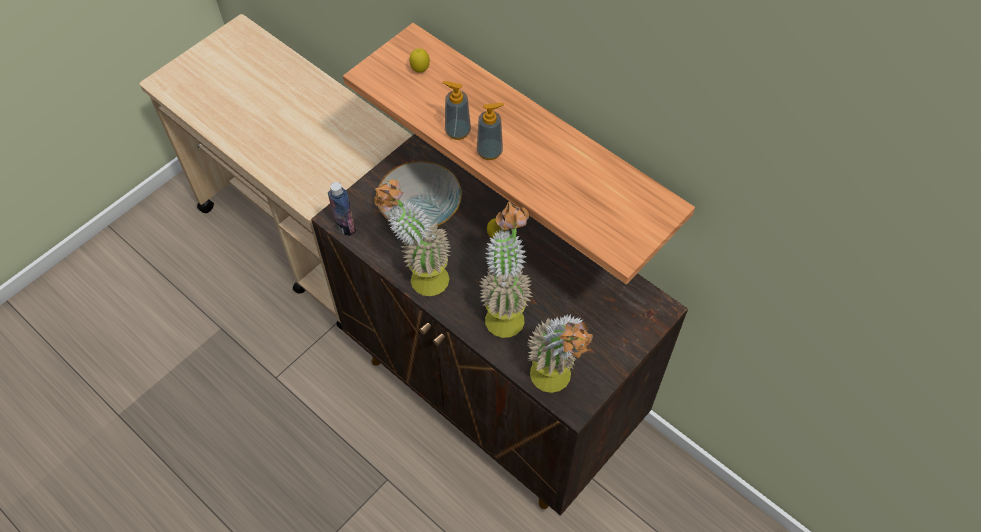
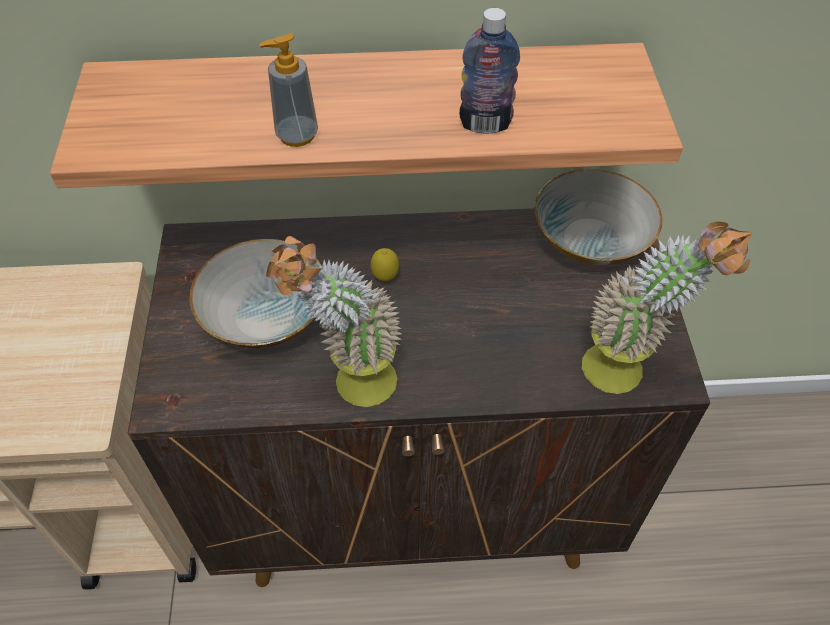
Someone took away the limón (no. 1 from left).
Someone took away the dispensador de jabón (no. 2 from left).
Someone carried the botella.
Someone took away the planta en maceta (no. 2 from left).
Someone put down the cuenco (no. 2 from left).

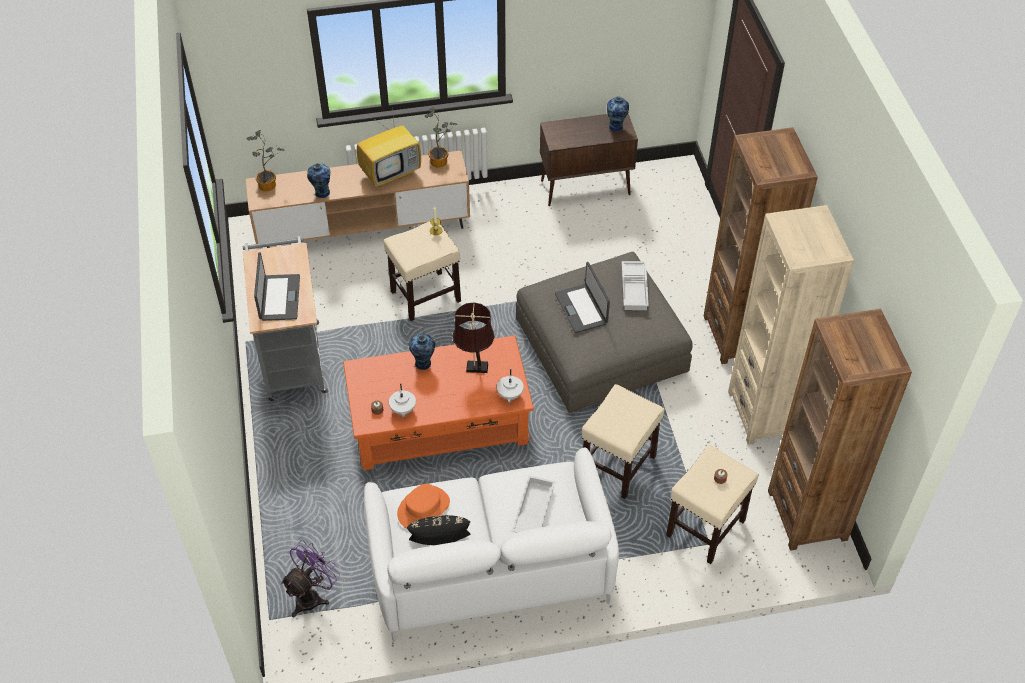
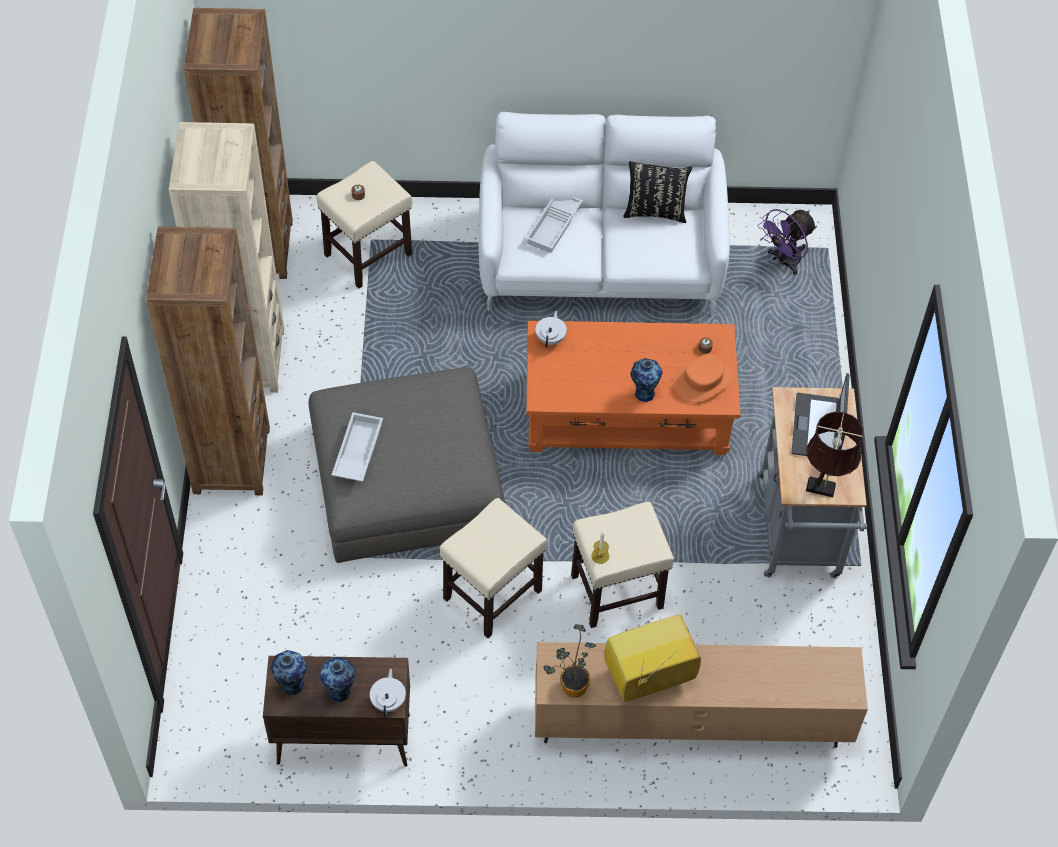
Someone took away the planta en maceta (no. 1 from left).
Someone carried the florero (no. 1 from left in the first image).
Someone took away the portátil (no. 2 from left).
Someone carried the lámpara de mesa (marrón).
Someone carried the tetera (blanco) (no. 1 from left).
Someone carried the taburete (beis) (no. 2 from left).
Someone carried the sombrero (naranja).

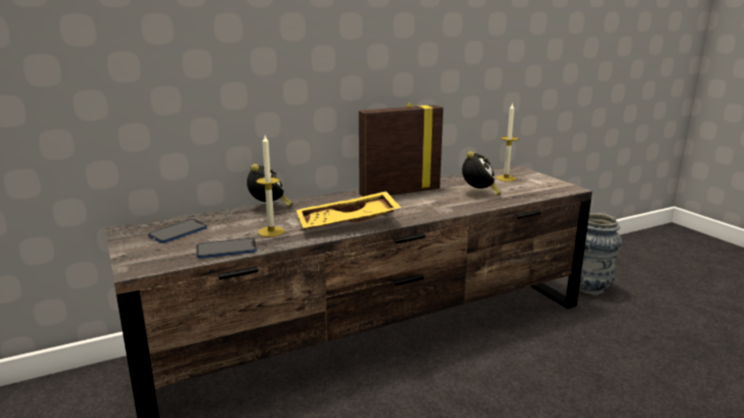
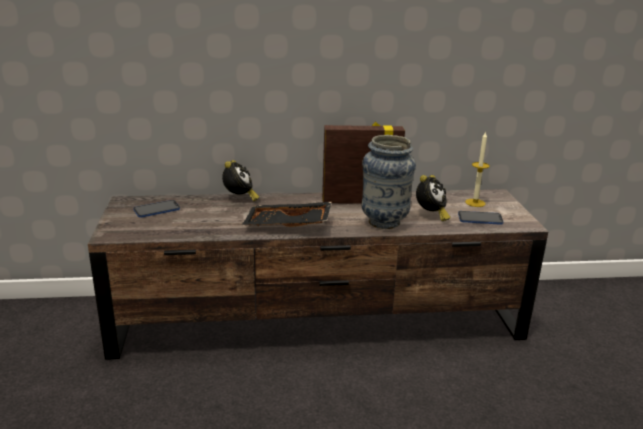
Someone took away the vela (no. 1 from left).
Someone repainted the bandeja (amarillo), which became the bandeja (negro).
Someone carried the florero.
Someone carried the móvil (no. 2 from left).

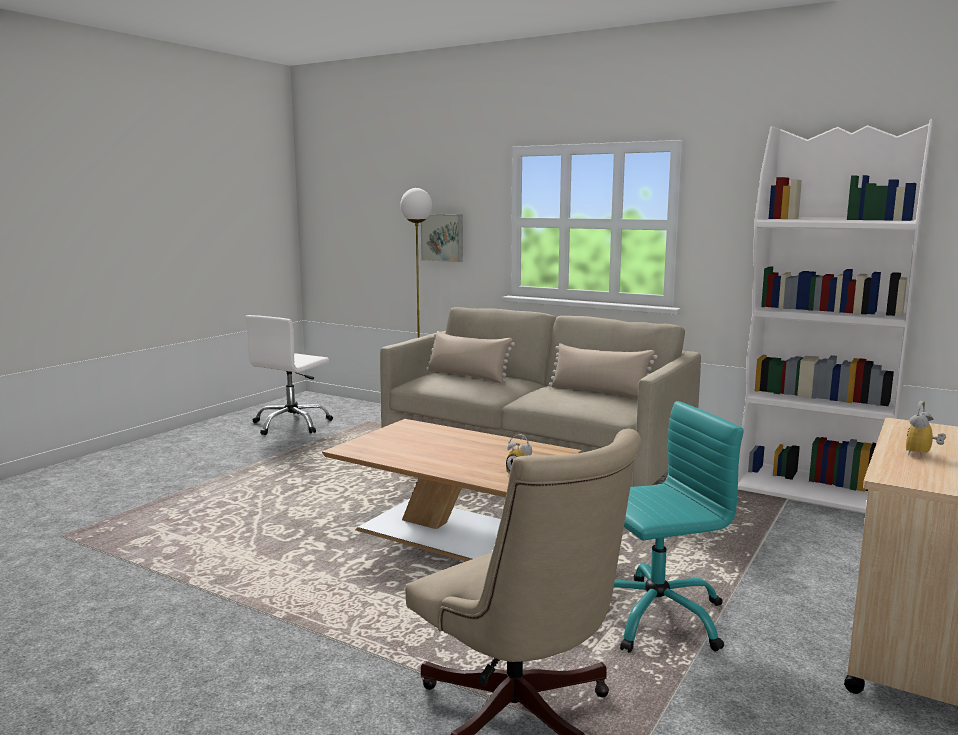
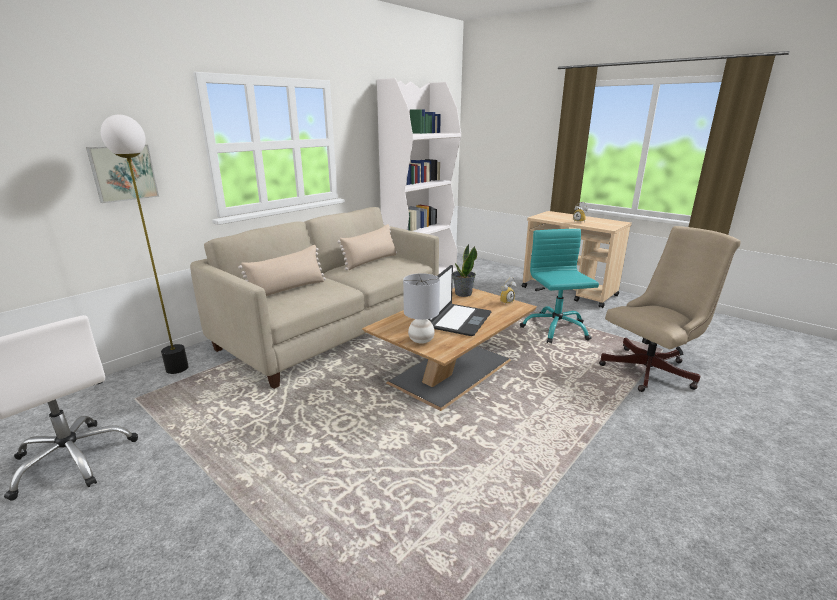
Someone put down the planta en maceta.
Someone put down the portátil.
Someone put down the lámpara de mesa (gris).

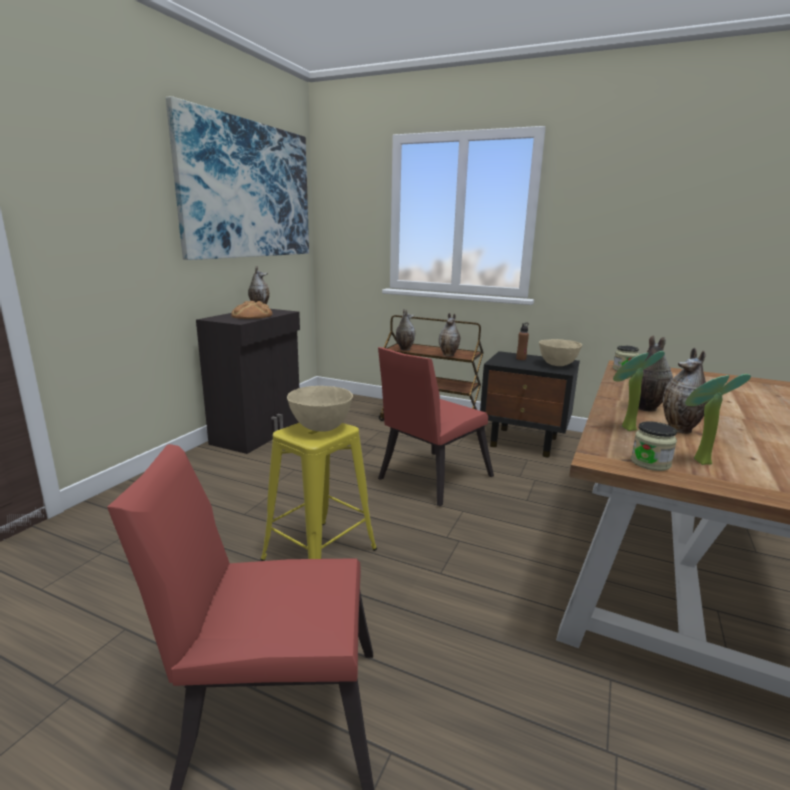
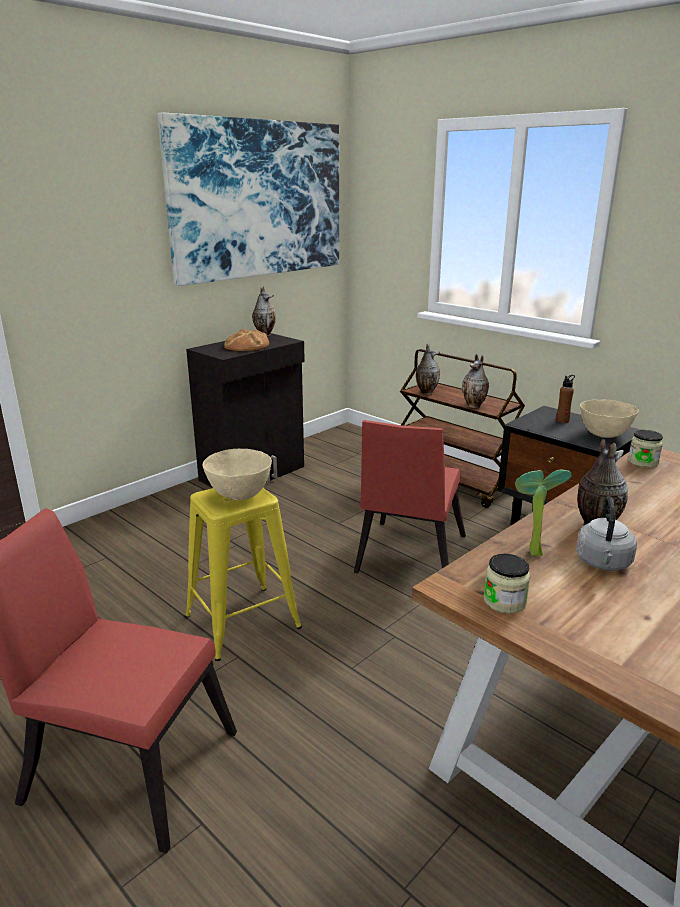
Someone rotated the silla (rojo) (no. 2 from left) by 45 degrees counterclockwise.
Someone swapped the florero (no. 5 from left) for the hervidor (gris).
Someone took away the planta en maceta (no. 2 from left).

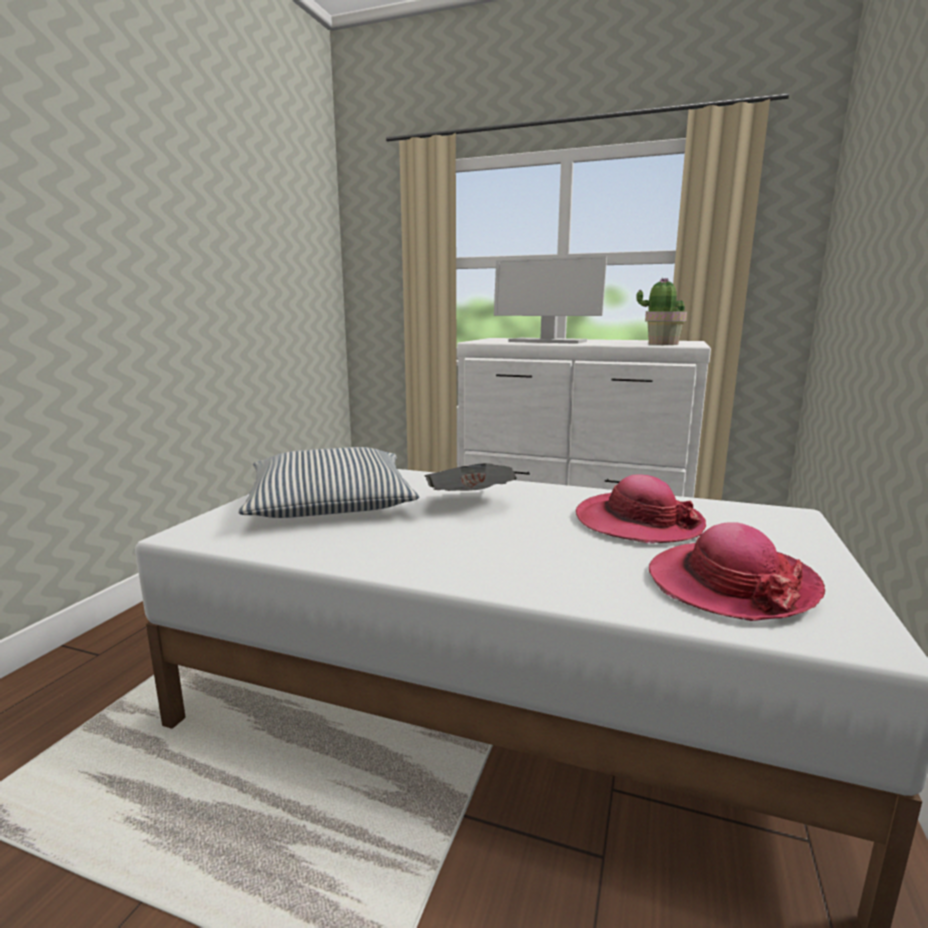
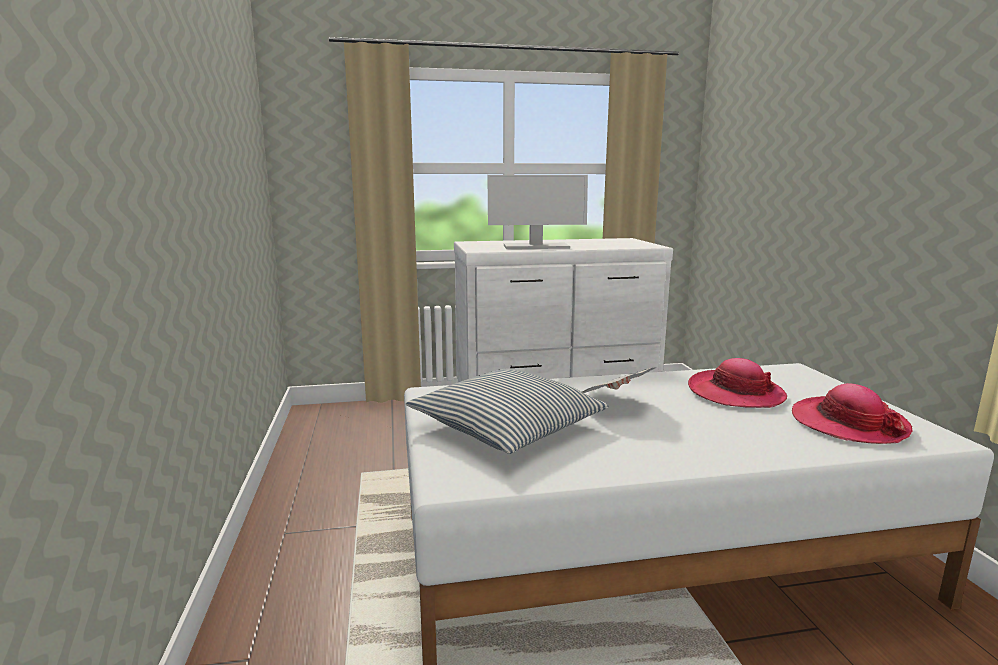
Someone took away the planta en maceta.

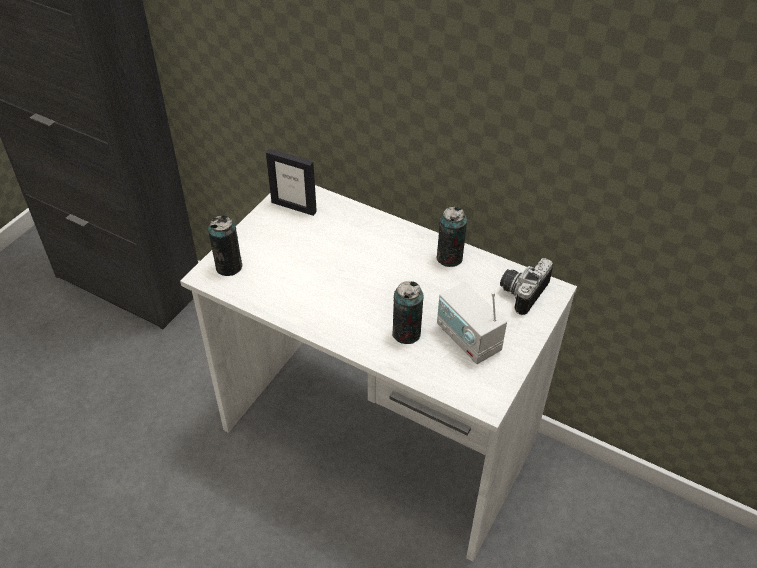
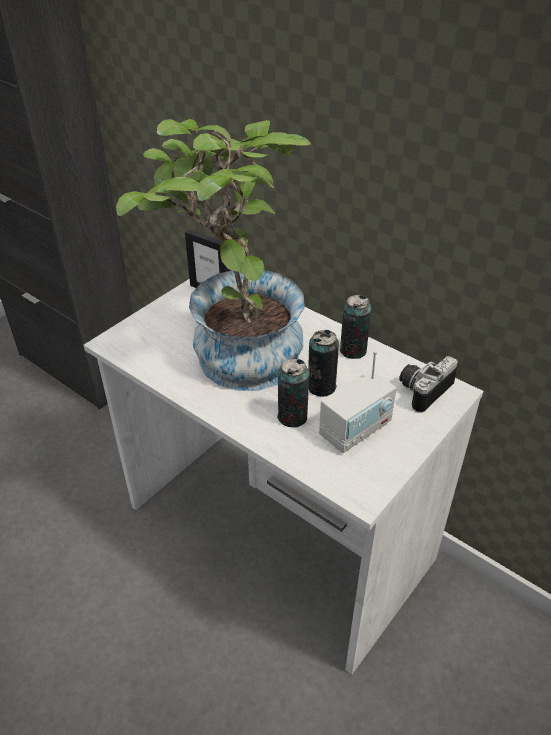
Someone carried the lata (no. 1 from left in the first image).
Someone rotated the radio by 105 degrees counterclockwise.
Someone put down the planta en maceta.

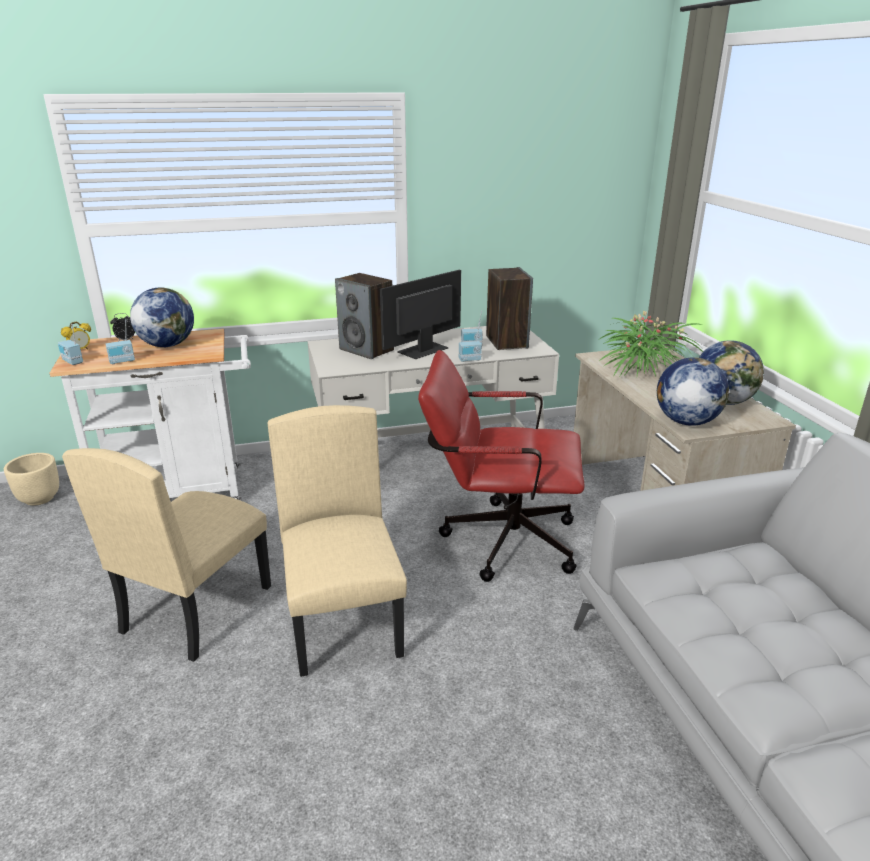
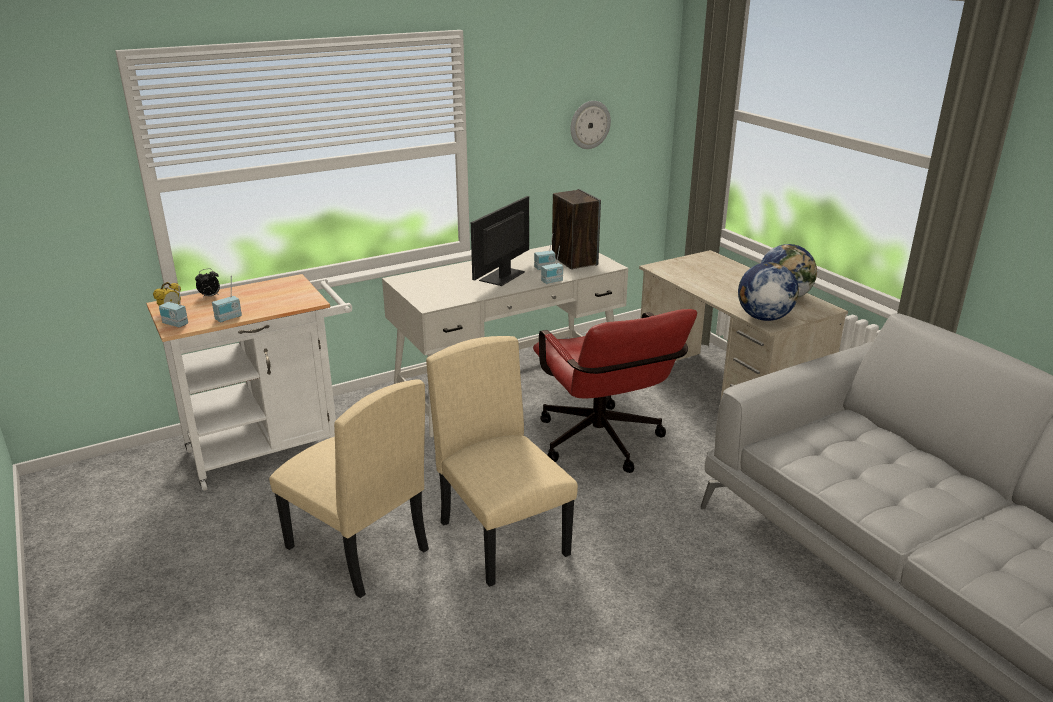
Someone took away the altavoz (no. 1 from left).
Someone took away the globo terráqueo (no. 1 from left).
Someone took away the planta en maceta.
Someone rotated the silla de oficina (rojo) by 105 degrees counterclockwise.
Someone rotated the silla (beis) (no. 1 from left) by 60 degrees counterclockwise.
Someone took away the maceta (beis).
Someone put up the reloj de pared.

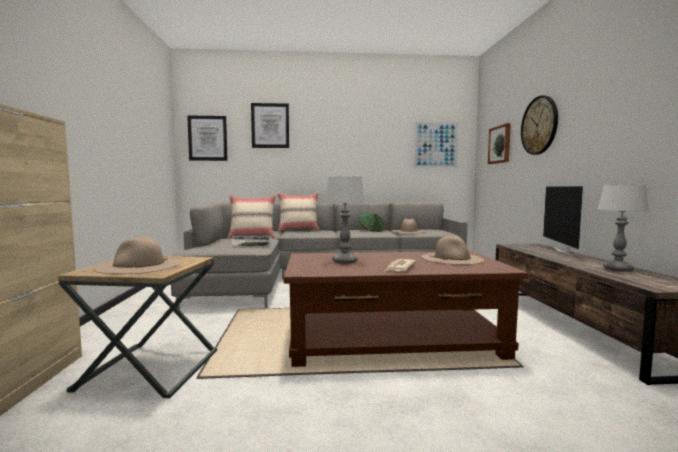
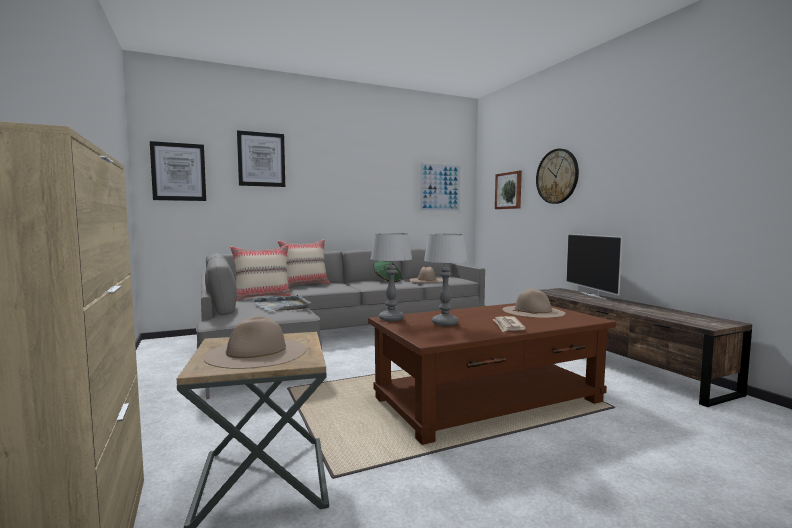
Someone carried the lámpara de mesa (no. 2 from left in the first image).

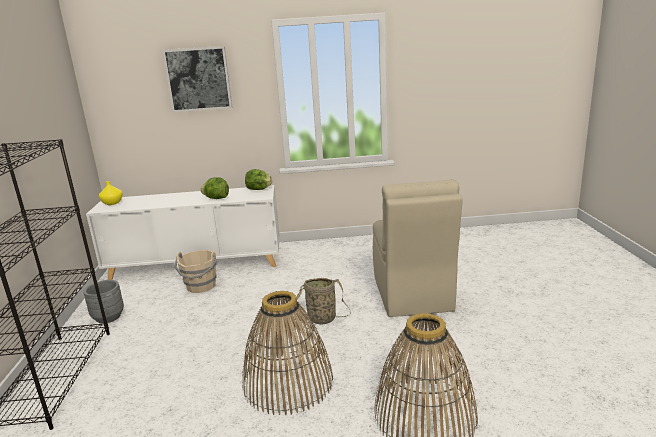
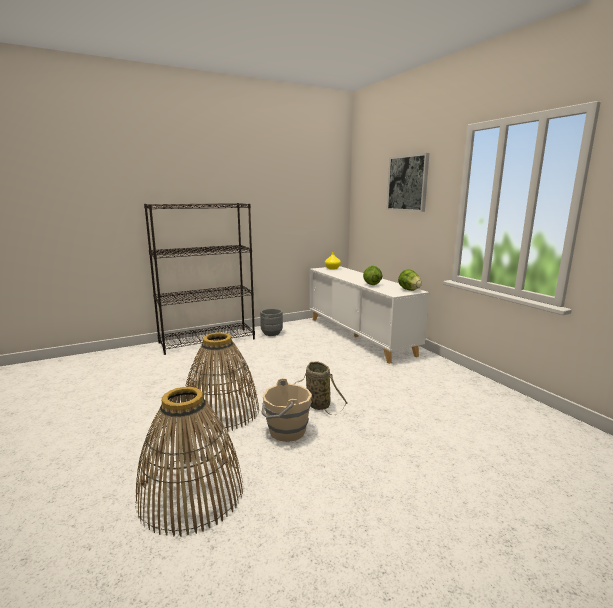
Someone took away the silla (beis).
Someone carried the cubo (beis).

